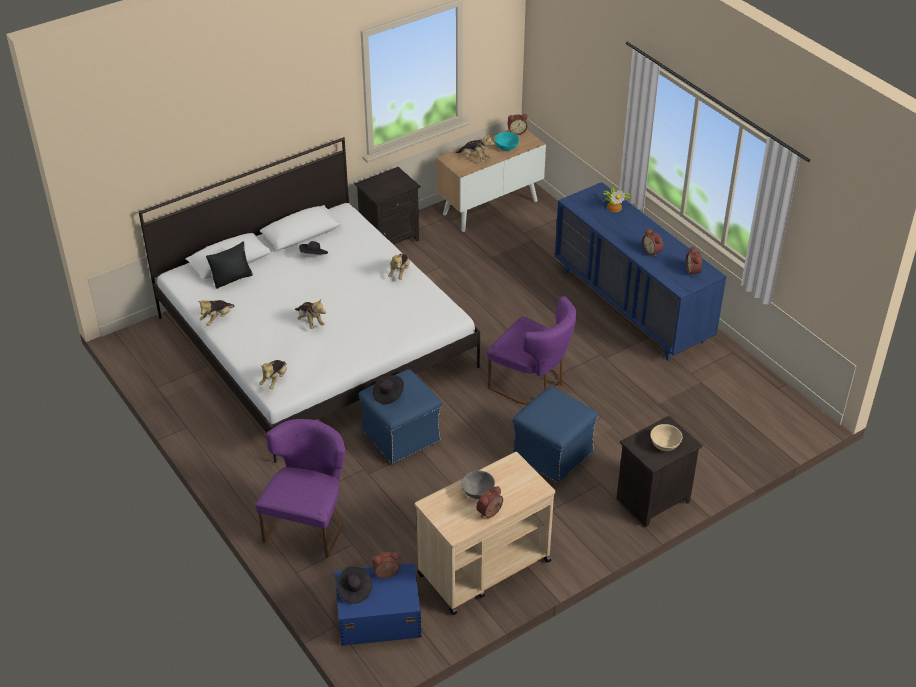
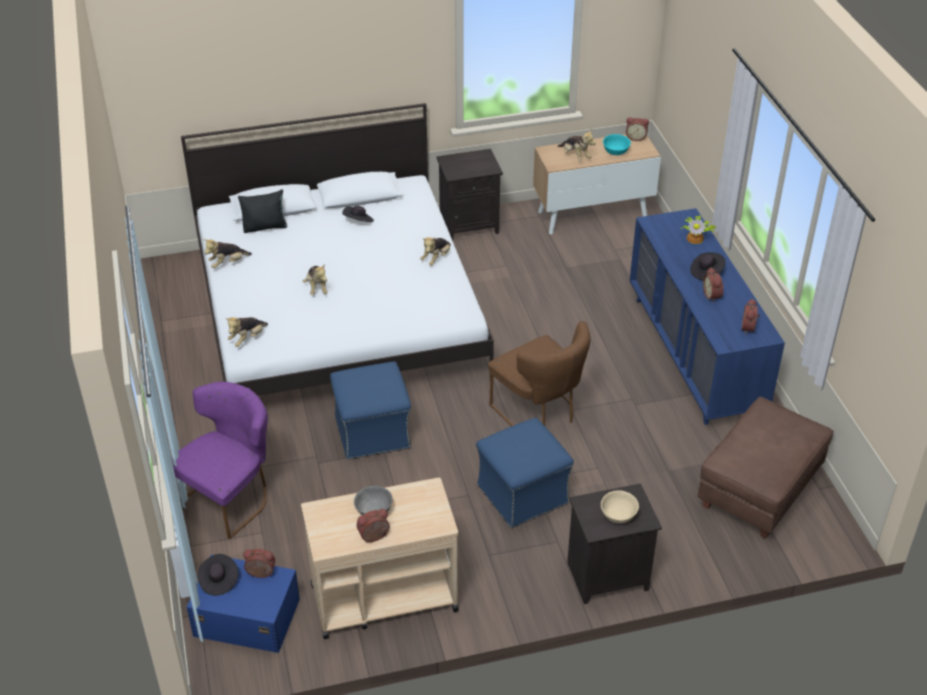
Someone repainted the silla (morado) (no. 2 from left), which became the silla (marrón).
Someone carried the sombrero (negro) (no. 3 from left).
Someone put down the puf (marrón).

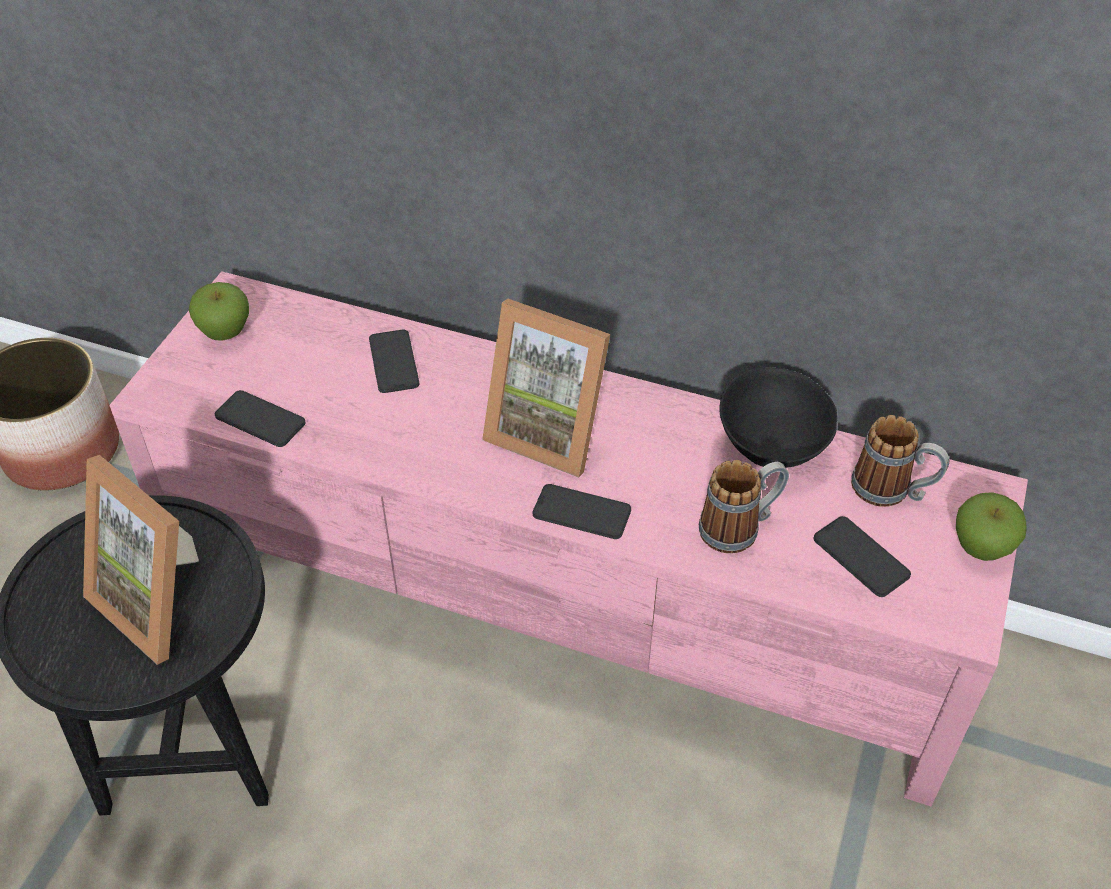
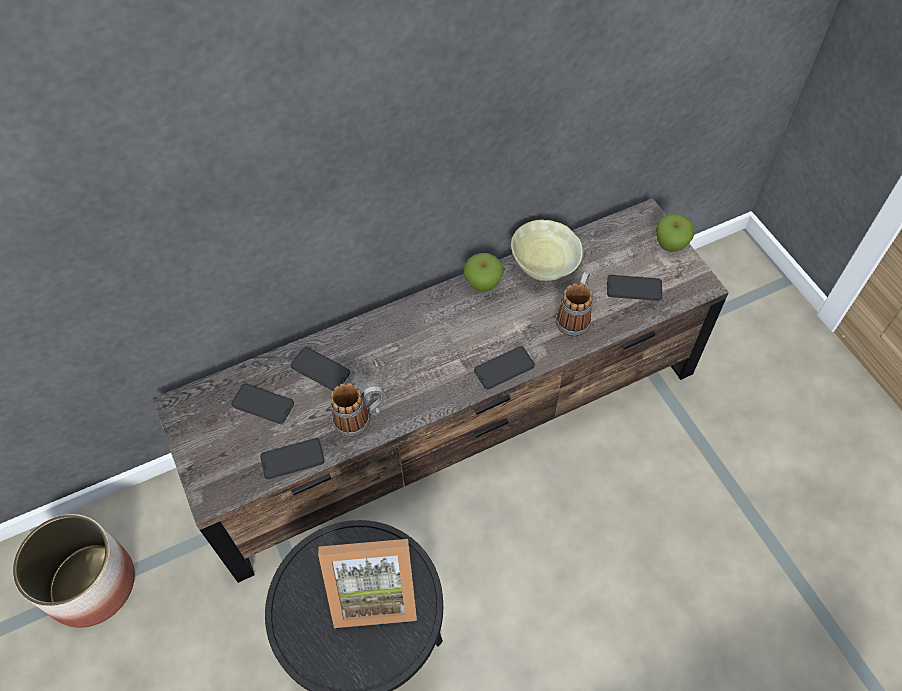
Someone repainted the mueble de televisión (rosa), which became the mueble de televisión (marrón).
Someone carried the manzana (no. 1 from left).
Someone took away the portarretratos (no. 2 from left).
Someone repainted the cuenco (negro), which became the cuenco (beis).
Someone carried the taza grande (no. 2 from left in the first image).
Someone put down the móvil (no. 1 from left).

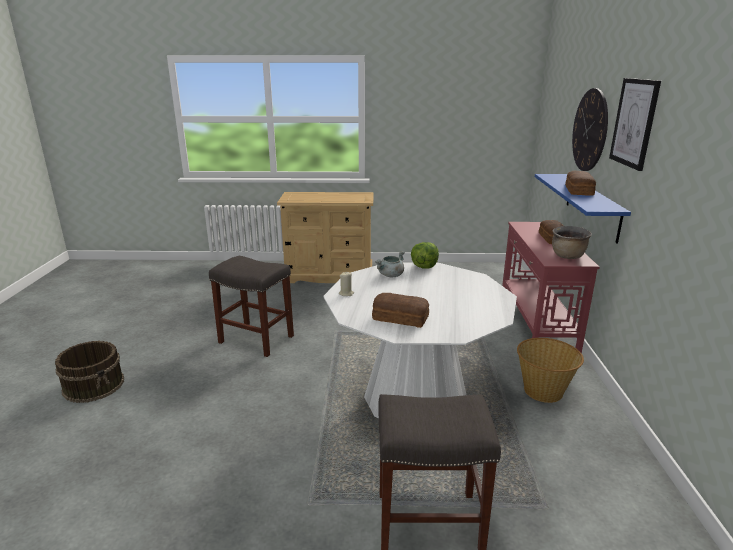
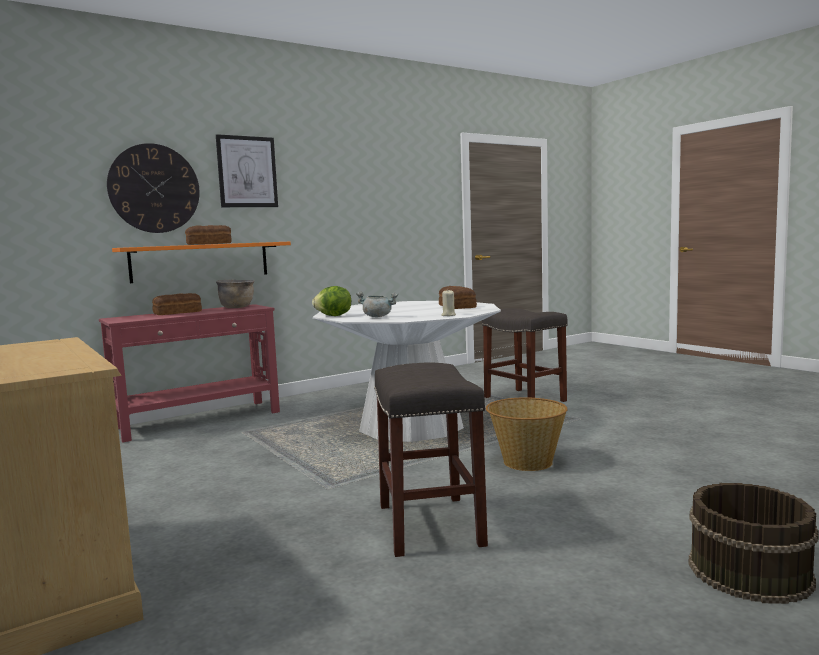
Someone repainted the estante (azul), which became the estante (naranja).
Someone carried the cesta.

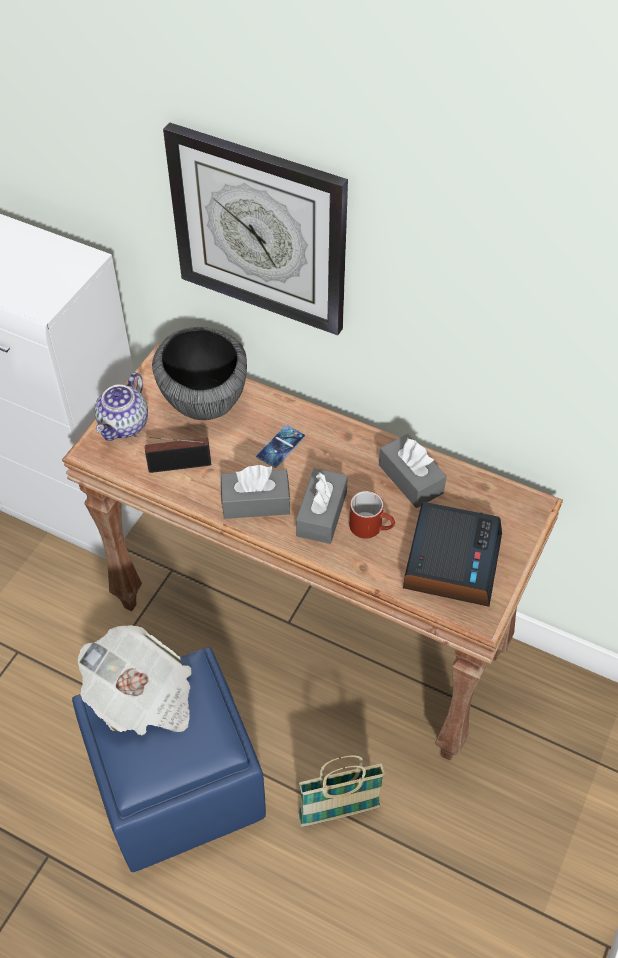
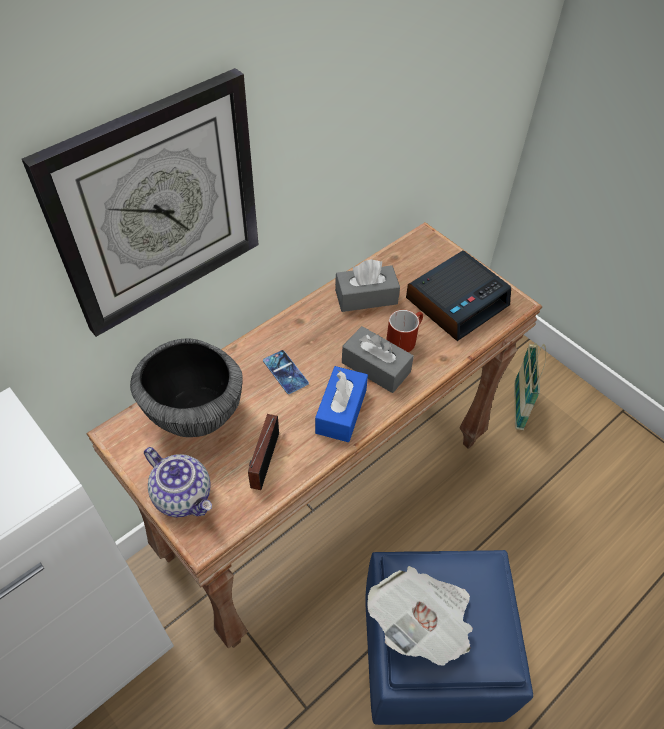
Someone repainted the caja de pañuelos (gris) (no. 1 from left), which became the caja de pañuelos (azul).
Someone rotated the despertador by 105 degrees clockwise.
Someone carried the cesta.

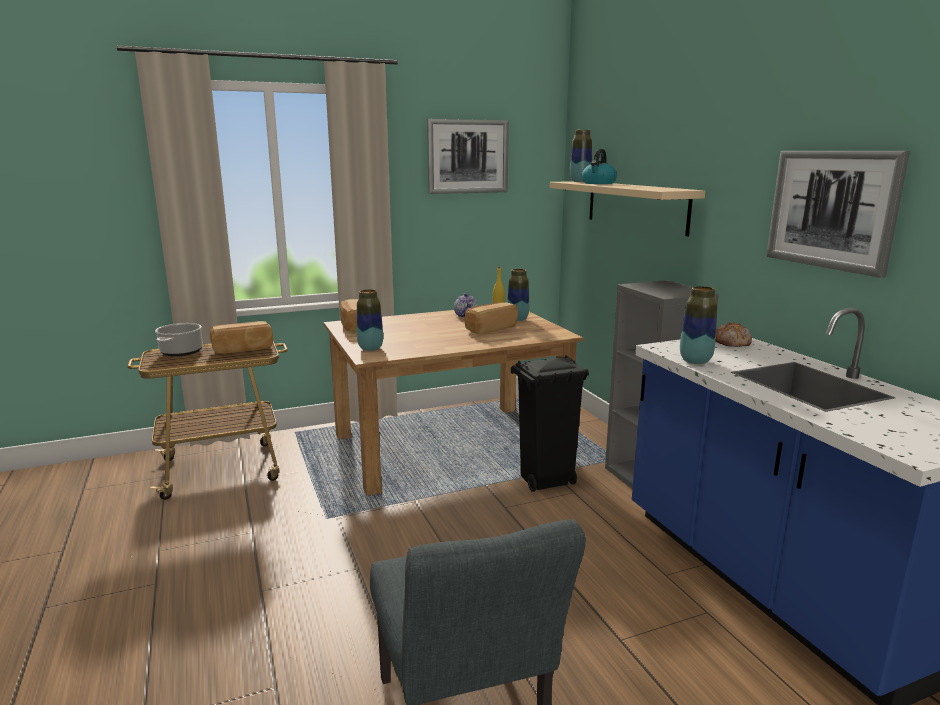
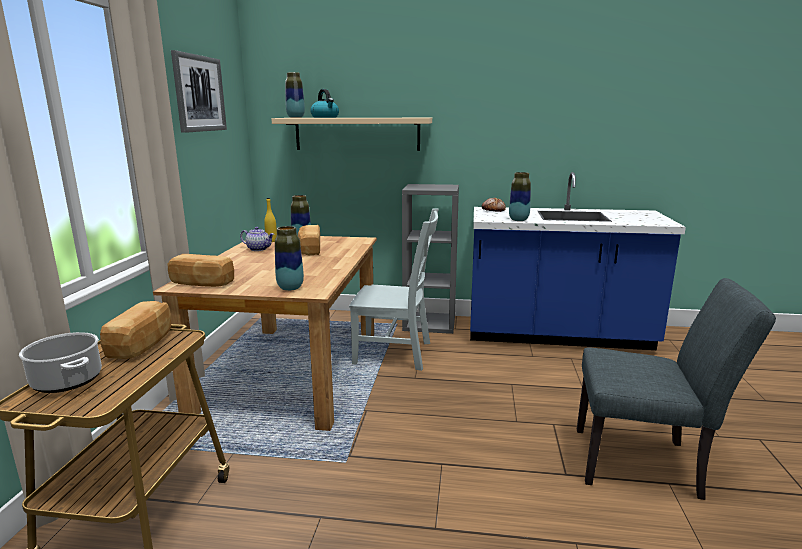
Someone took away the cuadro (no. 2 from left).
Someone swapped the papelera (negro) for the silla (gris) (no. 1 from left).

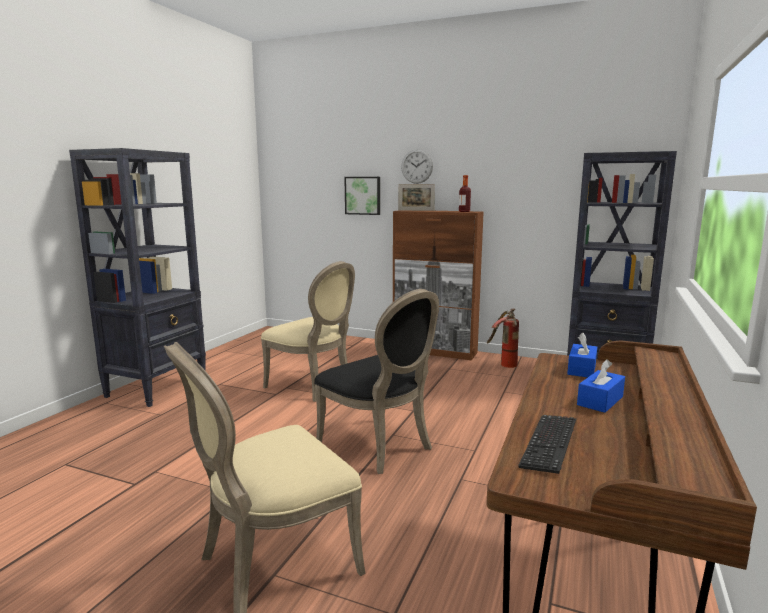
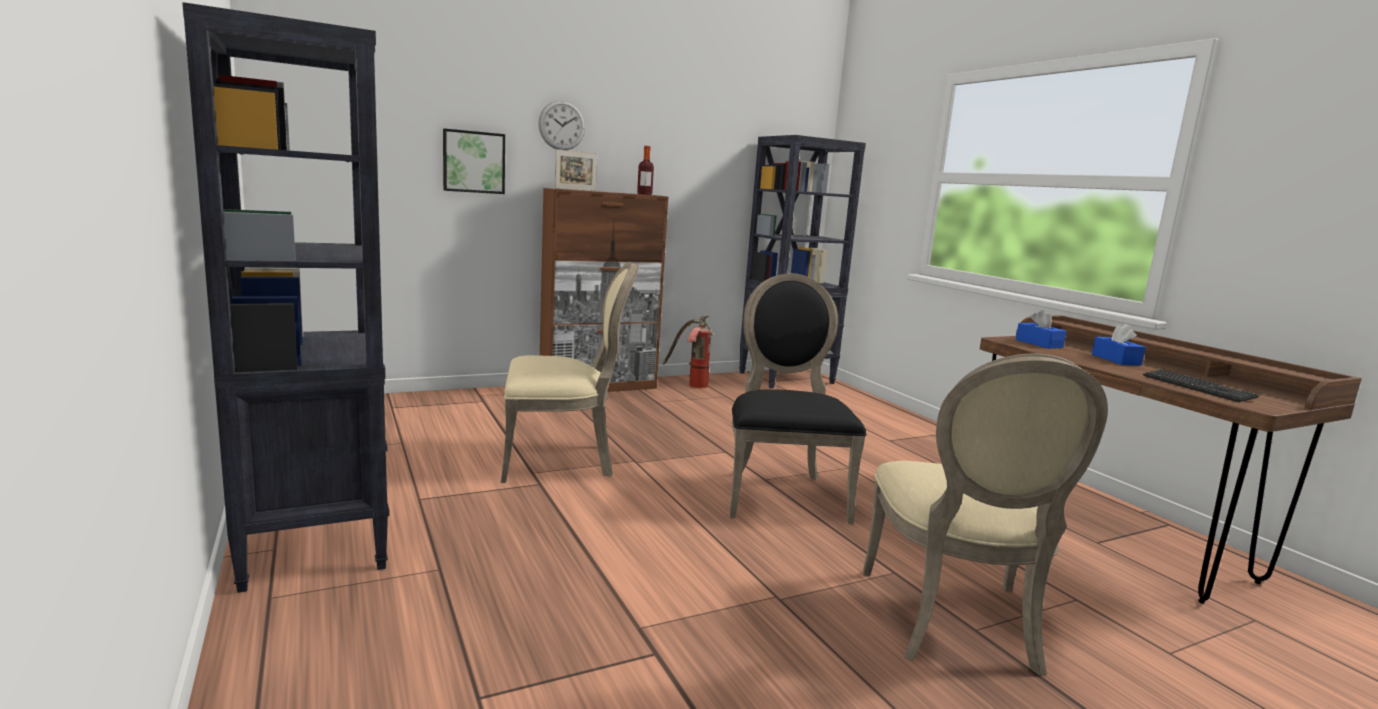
Someone rotated the silla (negro) by 90 degrees counterclockwise.

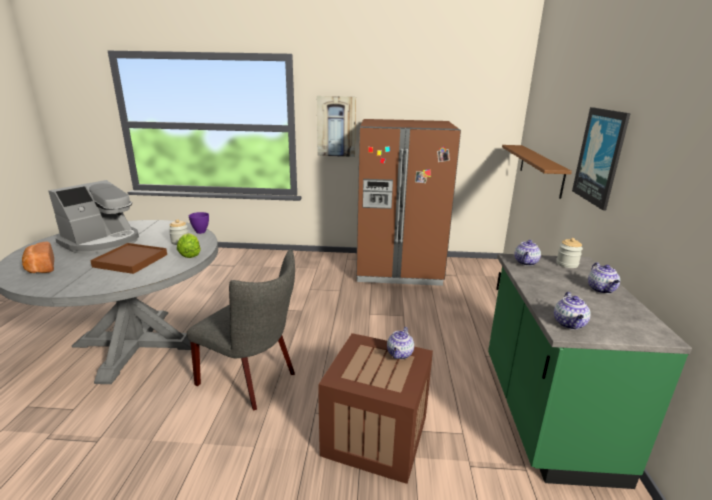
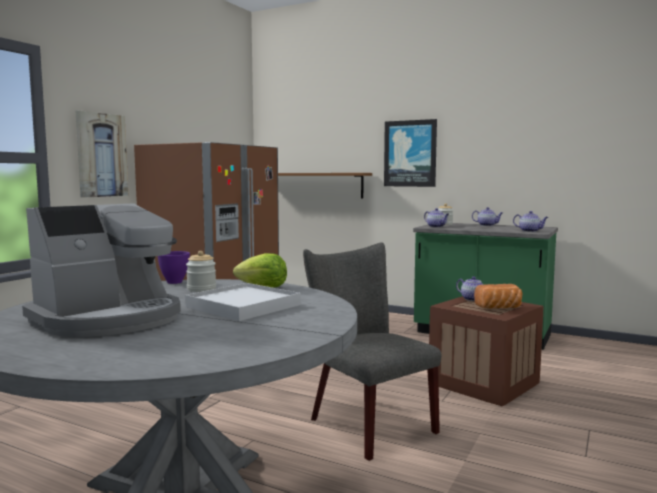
Someone rotated the cafetera by 75 degrees clockwise.
Someone carried the pan.
Someone repainted the bandeja (marrón), which became the bandeja (blanco).
Someone rotated the silla (gris) by 90 degrees counterclockwise.

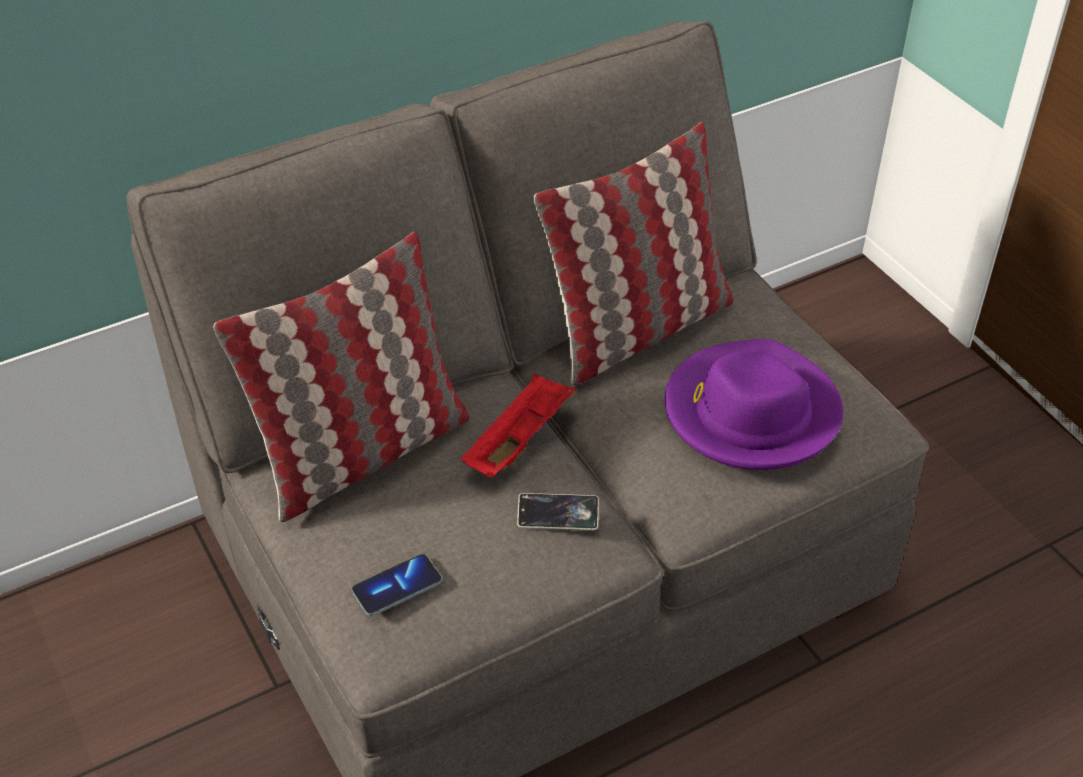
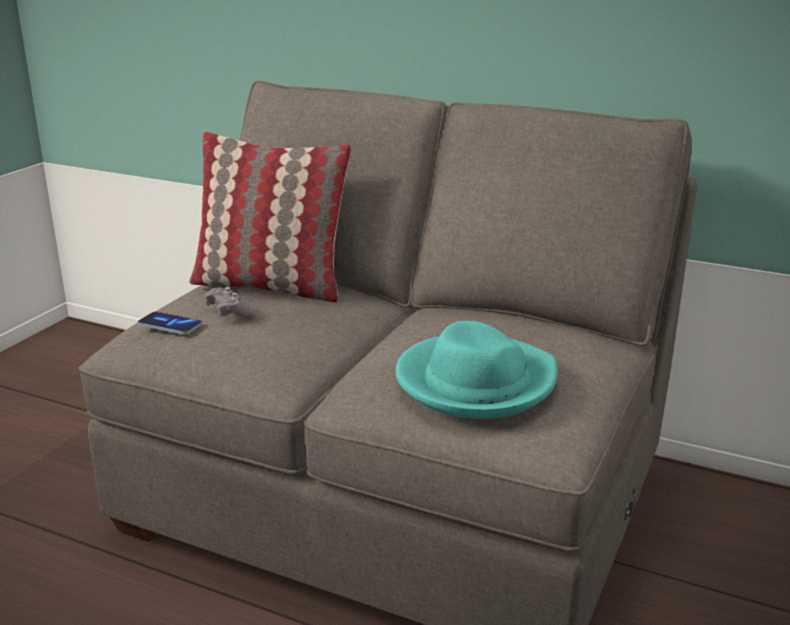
Someone took away the cojín (no. 2 from left).
Someone repainted the sombrero (morado), which became the sombrero (turquesa).
Someone took away the bandeja (rojo).
Someone took away the móvil (no. 2 from left).
Someone put down the mando de consola (gris).

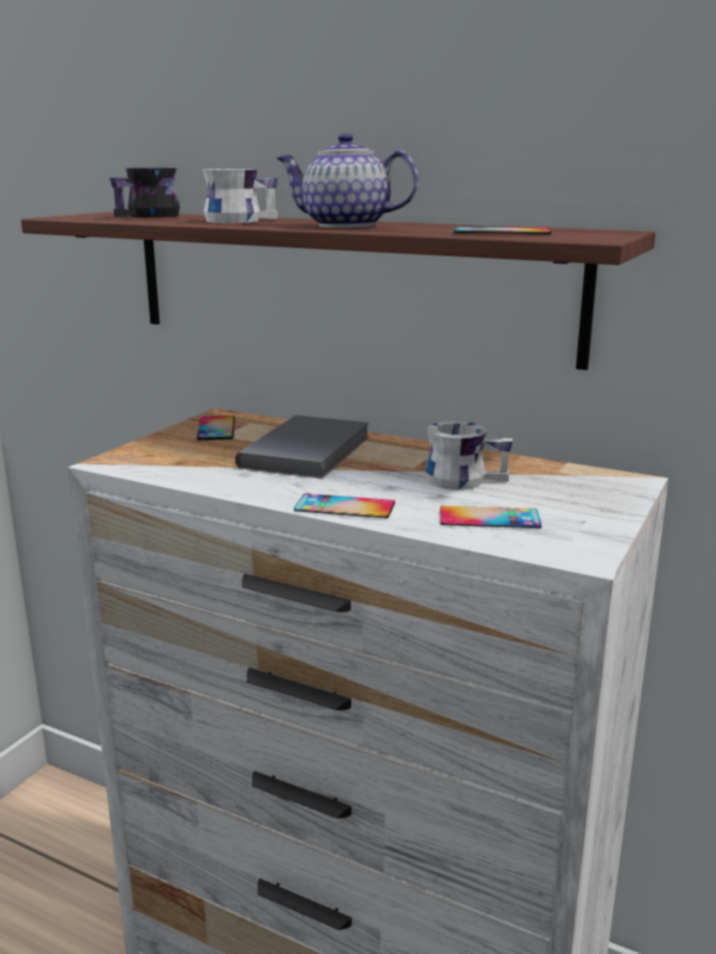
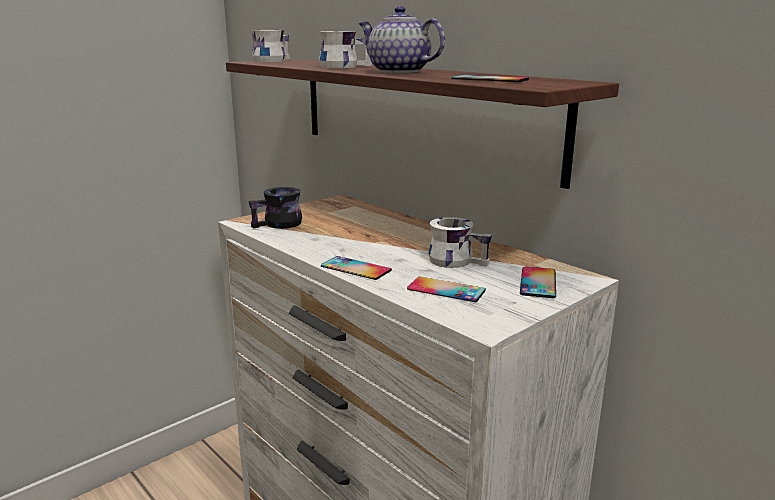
Someone carried the taza grande (negro).
Someone carried the móvil (no. 1 from left in the first image).
Someone took away the libro (gris).
Someone put down the taza grande (blanco) (no. 1 from left).

